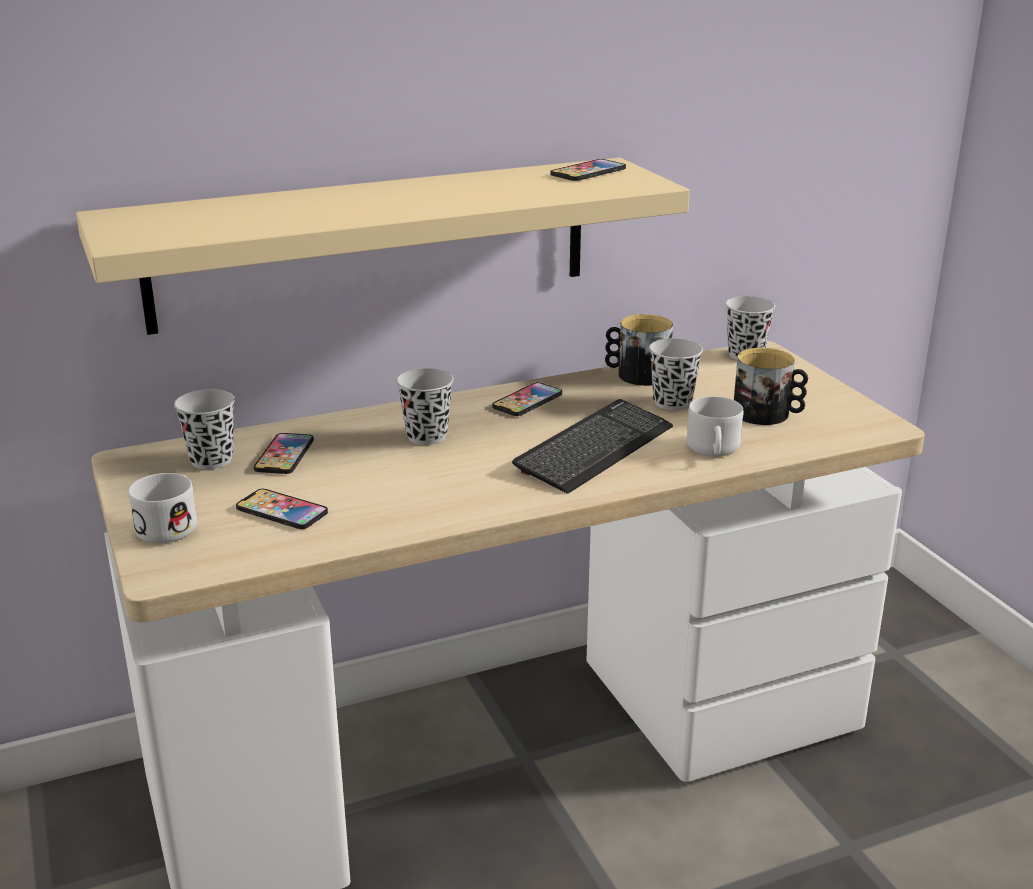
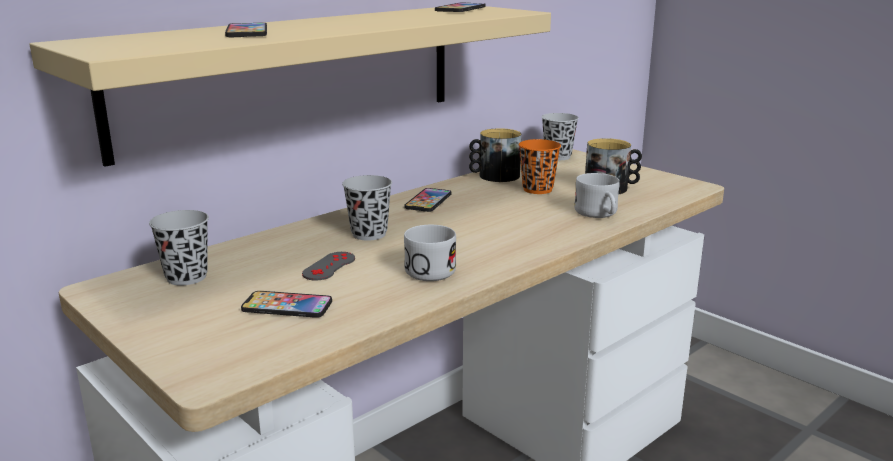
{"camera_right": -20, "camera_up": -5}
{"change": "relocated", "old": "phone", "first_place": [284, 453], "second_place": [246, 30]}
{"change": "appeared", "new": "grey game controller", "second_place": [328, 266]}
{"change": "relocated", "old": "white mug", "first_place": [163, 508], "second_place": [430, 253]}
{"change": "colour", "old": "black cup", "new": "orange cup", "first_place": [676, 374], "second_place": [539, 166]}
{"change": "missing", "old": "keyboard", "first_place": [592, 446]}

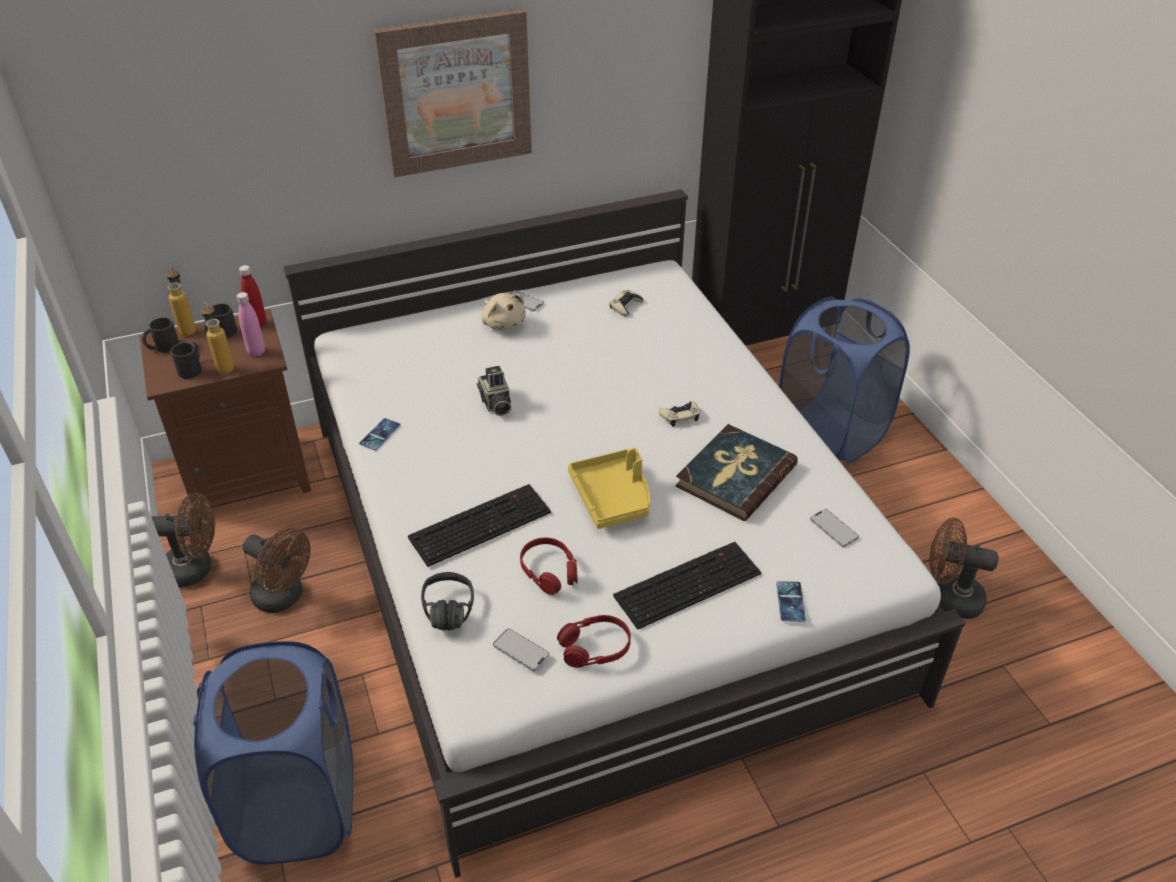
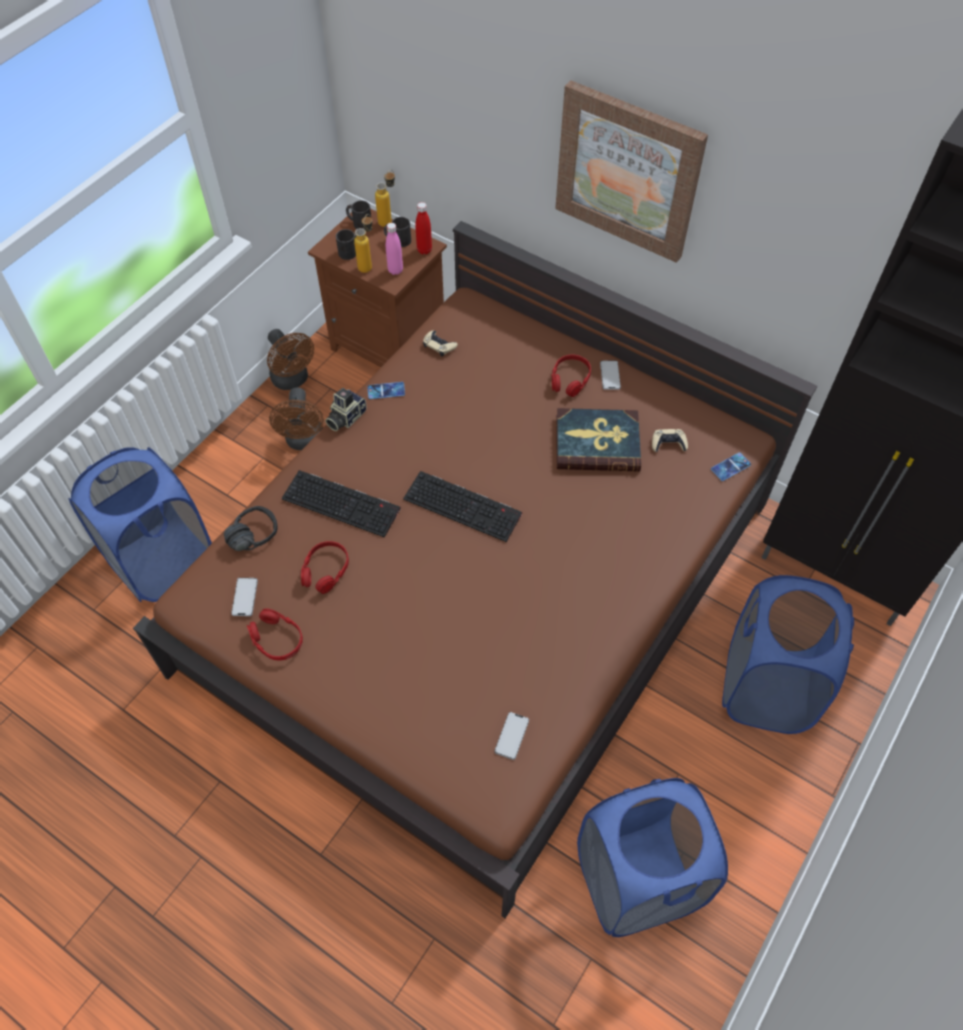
{"camera_right": 55, "camera_up": 15}
{"change": "colour", "old": "white bed", "new": "brown bed", "first_place": [624, 533], "second_place": [475, 569]}
{"change": "relocated", "old": "photo camera", "first_place": [494, 391], "second_place": [346, 409]}
{"change": "relocated", "old": "keyboard", "first_place": [687, 586], "second_place": [462, 506]}
{"change": "relocated", "old": "beige game controller", "first_place": [679, 414], "second_place": [440, 343]}
{"change": "exchanged", "old": "beige plush toy", "new": "red headphones", "first_place": [503, 312], "second_place": [571, 376]}
{"change": "relocated", "old": "book", "first_place": [736, 472], "second_place": [598, 440]}
{"change": "exchanged", "old": "brown fan", "new": "blue laundry basket", "first_place": [964, 568], "second_place": [652, 857]}
{"change": "relocated", "old": "phone", "first_place": [791, 601], "second_place": [731, 466]}
{"change": "missing", "old": "yellow tray", "first_place": [609, 488]}

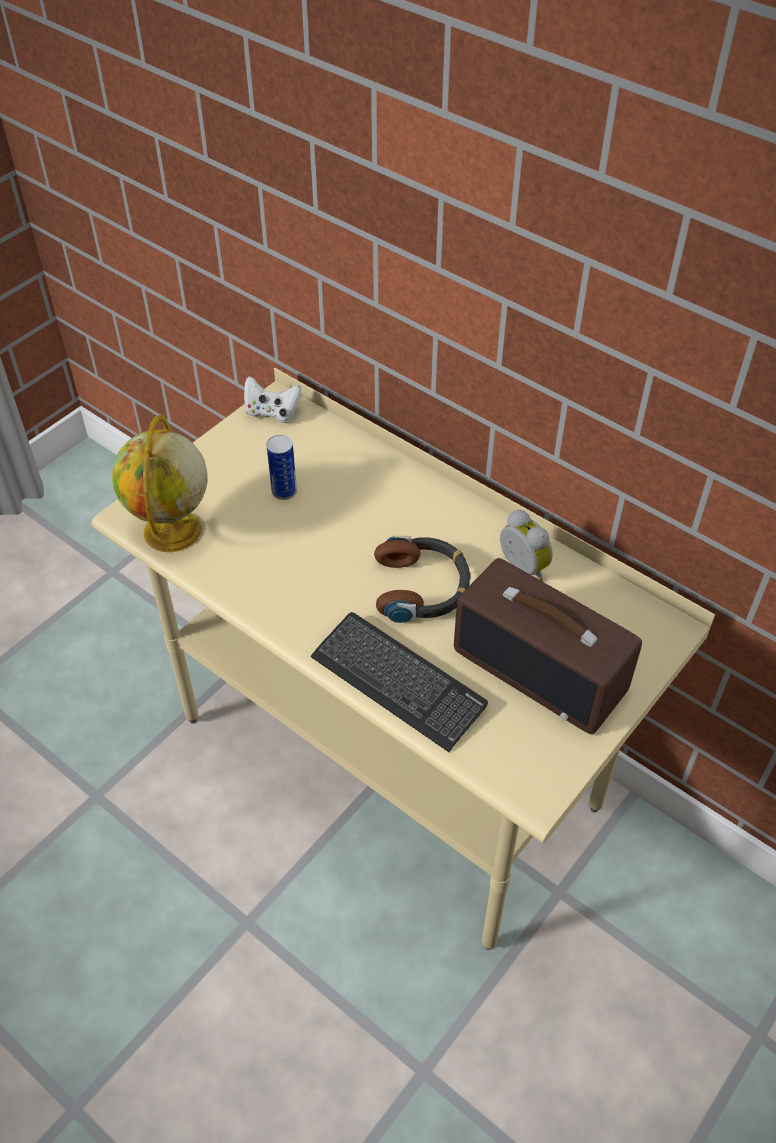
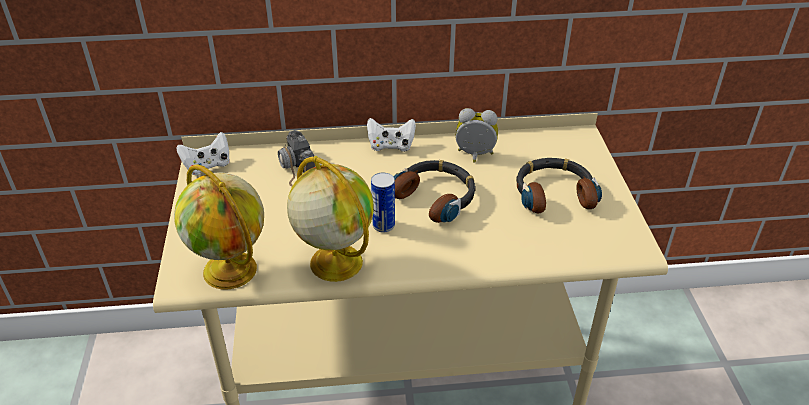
{"camera_right": -45, "camera_up": -10}
{"change": "appeared", "new": "photo camera", "second_place": [296, 158]}
{"change": "appeared", "new": "globe", "second_place": [330, 219]}
{"change": "appeared", "new": "white game controller", "second_place": [391, 135]}
{"change": "relocated", "old": "can", "first_place": [281, 467], "second_place": [383, 203]}
{"change": "exchanged", "old": "radio", "new": "headphones", "first_place": [548, 646], "second_place": [559, 185]}
{"change": "missing", "old": "keyboard", "first_place": [399, 682]}

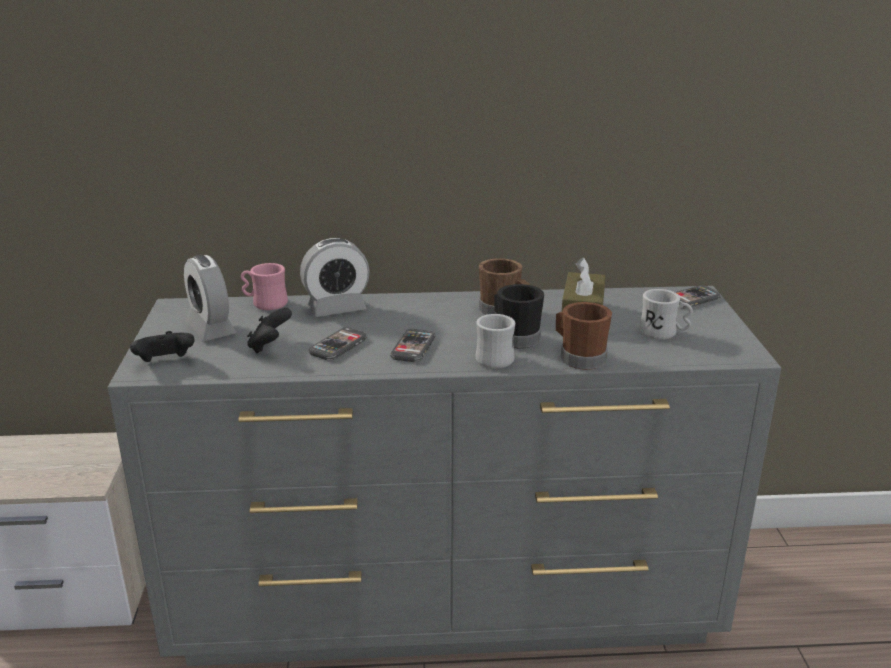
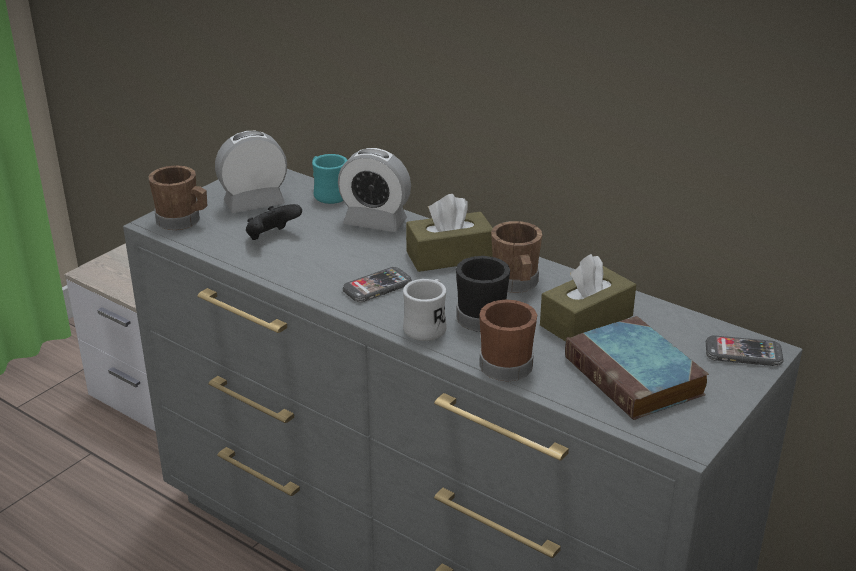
{"camera_right": 40, "camera_up": 5}
{"change": "exchanged", "old": "black game controller", "new": "brown mug", "first_place": [162, 346], "second_place": [178, 198]}
{"change": "spun", "old": "alarm clock", "first_place": [210, 298], "second_place": [251, 172], "degrees": 60}
{"change": "colour", "old": "pink mug", "new": "turquoise mug", "first_place": [264, 286], "second_place": [329, 179]}
{"change": "appeared", "new": "brown tissue box", "second_place": [449, 233]}
{"change": "exchanged", "old": "white mug", "new": "book", "first_place": [666, 314], "second_place": [637, 368]}
{"change": "missing", "old": "phone", "first_place": [338, 343]}

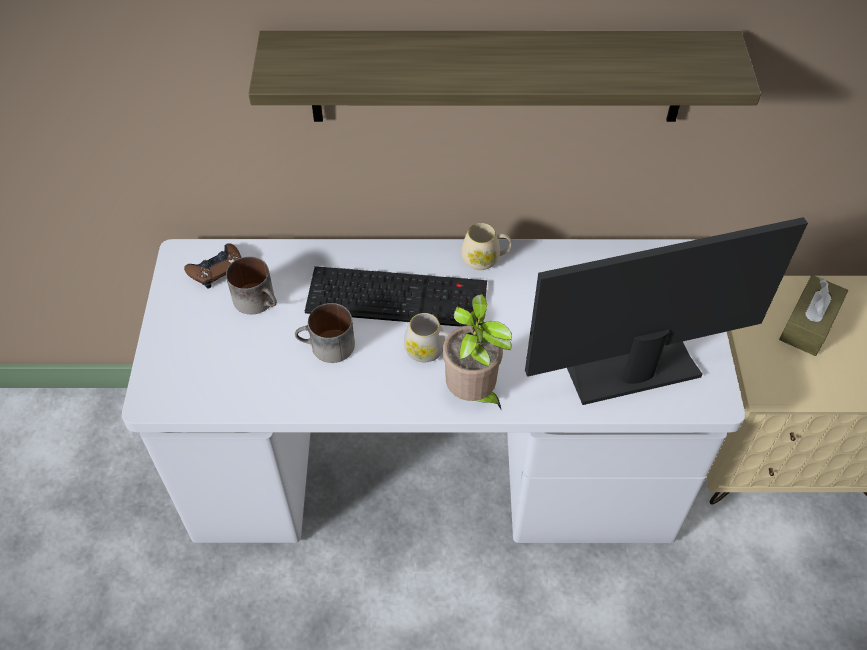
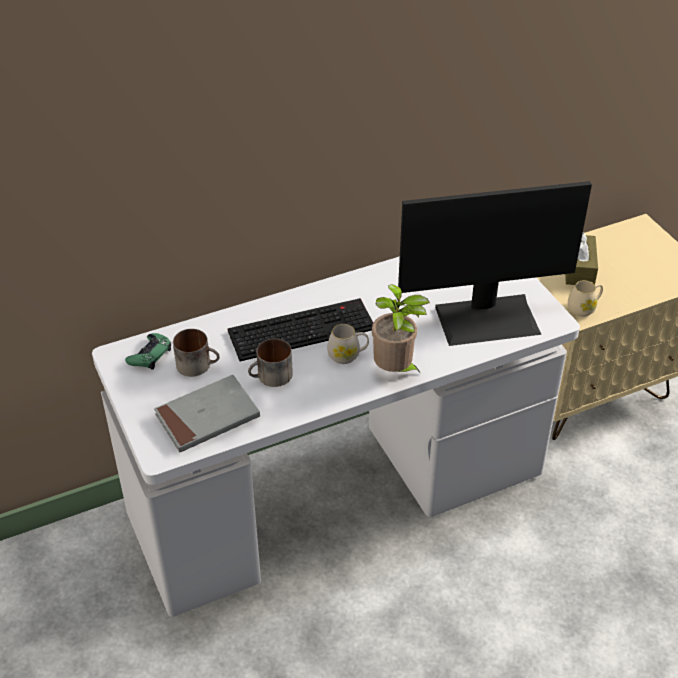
{"camera_right": -25, "camera_up": -10}
{"change": "colour", "old": "brown game controller", "new": "green game controller", "first_place": [212, 266], "second_place": [148, 351]}
{"change": "appeared", "new": "grey book", "second_place": [207, 413]}
{"change": "spun", "old": "monitor", "first_place": [666, 311], "second_place": [495, 263], "degrees": -150}
{"change": "relocated", "old": "beige mug", "first_place": [486, 246], "second_place": [585, 298]}
{"change": "missing", "old": "shelf", "first_place": [504, 76]}

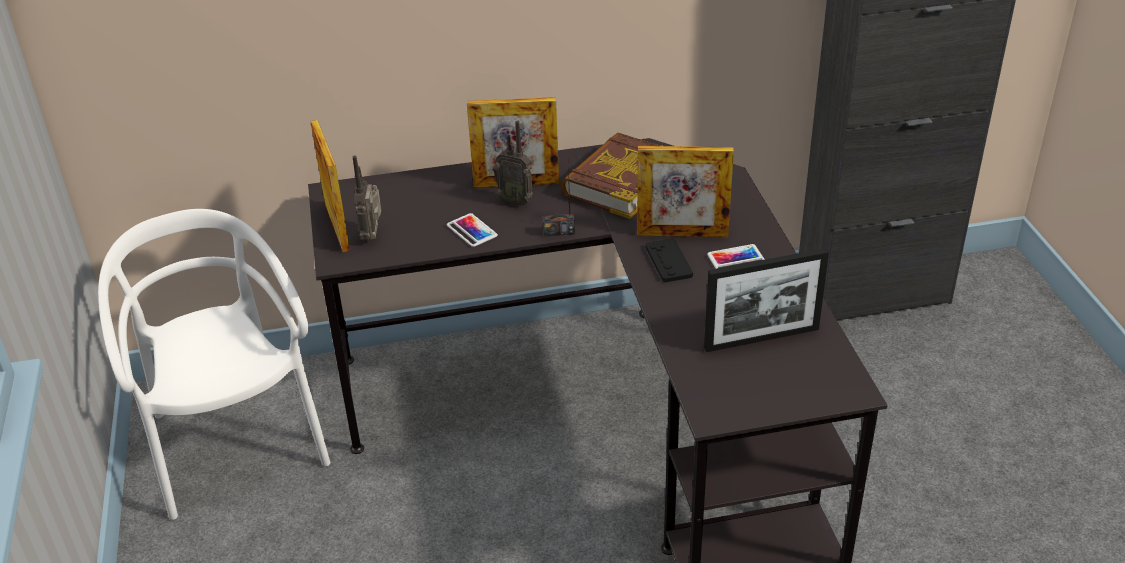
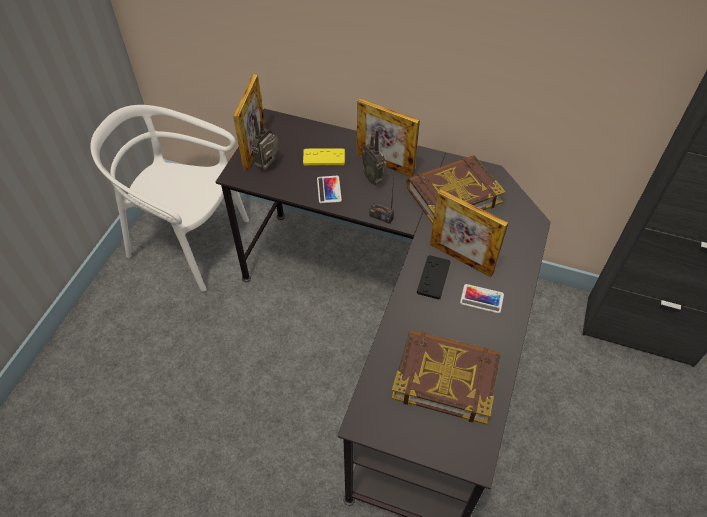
{"camera_right": 30, "camera_up": 15}
{"change": "spun", "old": "white chair", "first_place": [214, 364], "second_place": [169, 198], "degrees": -75}
{"change": "appeared", "new": "yellow game controller", "second_place": [324, 156]}
{"change": "exchanged", "old": "picture frame", "new": "book", "first_place": [766, 300], "second_place": [446, 377]}

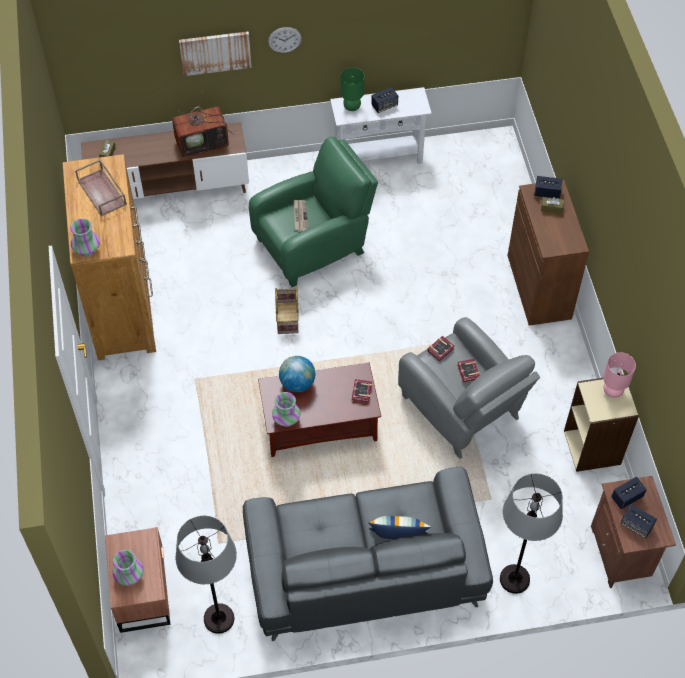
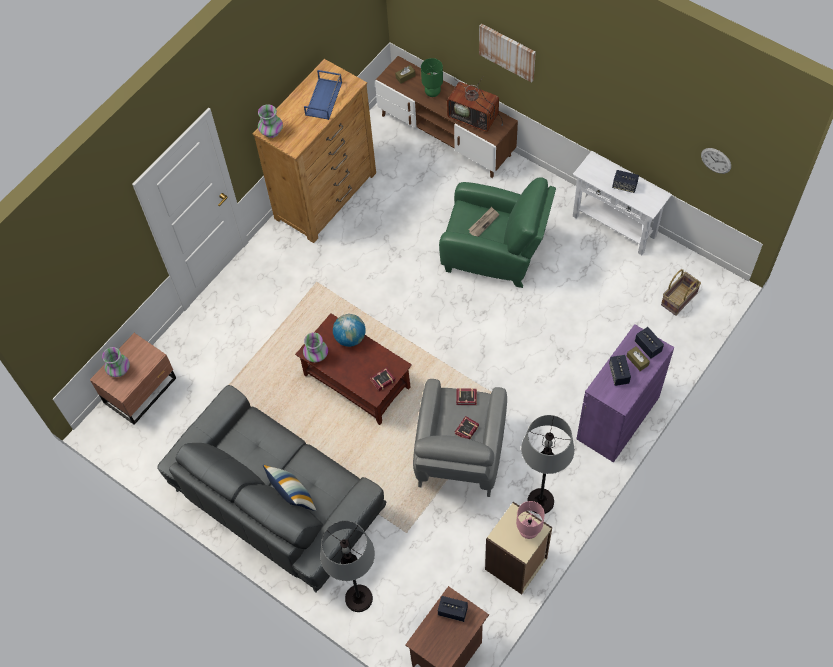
{"camera_right": 50, "camera_up": 5}
{"change": "colour", "old": "brown tray", "new": "blue tray", "first_place": [101, 187], "second_place": [323, 95]}
{"change": "relocated", "old": "green table lamp", "first_place": [352, 89], "second_place": [432, 77]}
{"change": "relocated", "old": "grey floor lamp", "first_place": [206, 575], "second_place": [548, 464]}
{"change": "colour", "old": "brown cabinet", "new": "purple cabinet", "first_place": [548, 253], "second_place": [625, 393]}
{"change": "relocated", "old": "speaker", "first_place": [639, 521], "second_place": [620, 370]}
{"change": "relocated", "old": "basket", "first_place": [287, 310], "second_place": [681, 292]}
{"change": "relocated", "old": "wall clock", "first_place": [285, 40], "second_place": [716, 161]}

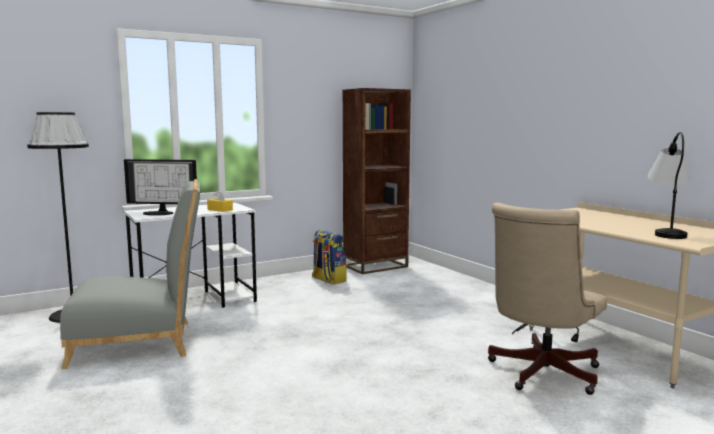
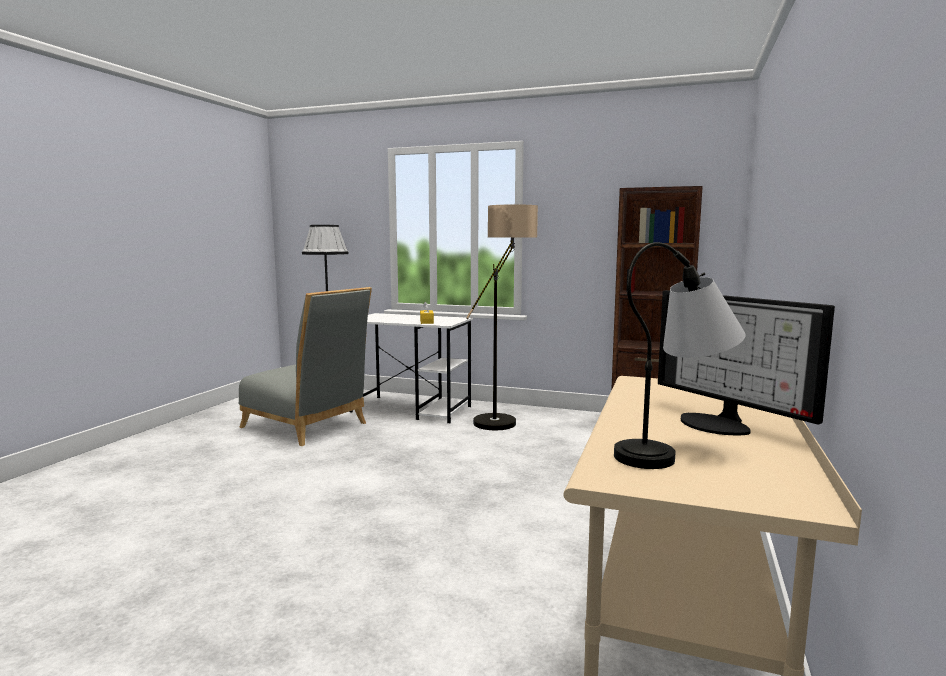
{"camera_right": 50, "camera_up": 0}
{"change": "appeared", "new": "floor lamp", "second_place": [502, 317]}
{"change": "relocated", "old": "monitor", "first_place": [160, 187], "second_place": [746, 362]}
{"change": "missing", "old": "backpack", "first_place": [329, 257]}
{"change": "missing", "old": "beige office chair", "first_place": [547, 299]}

